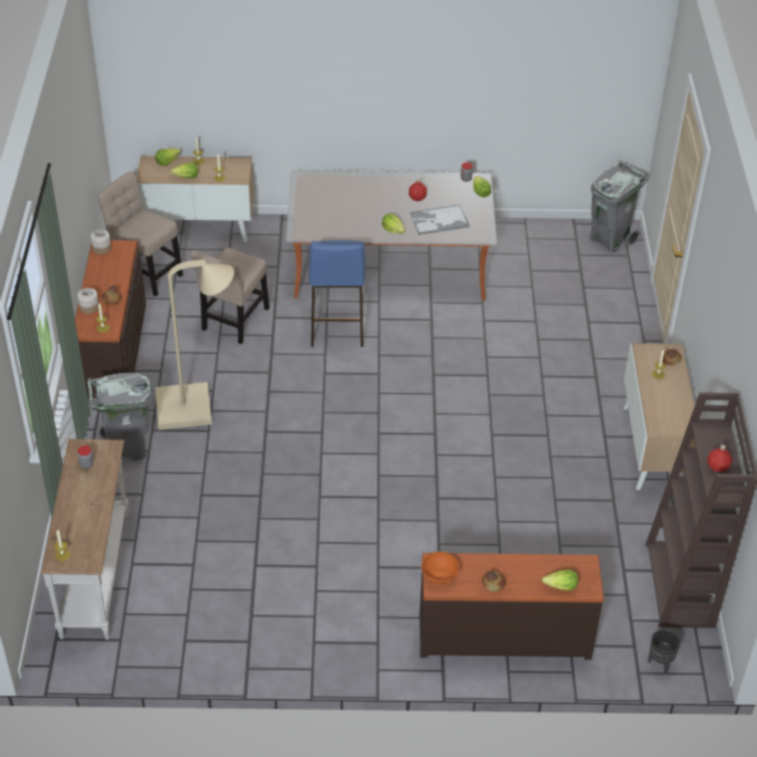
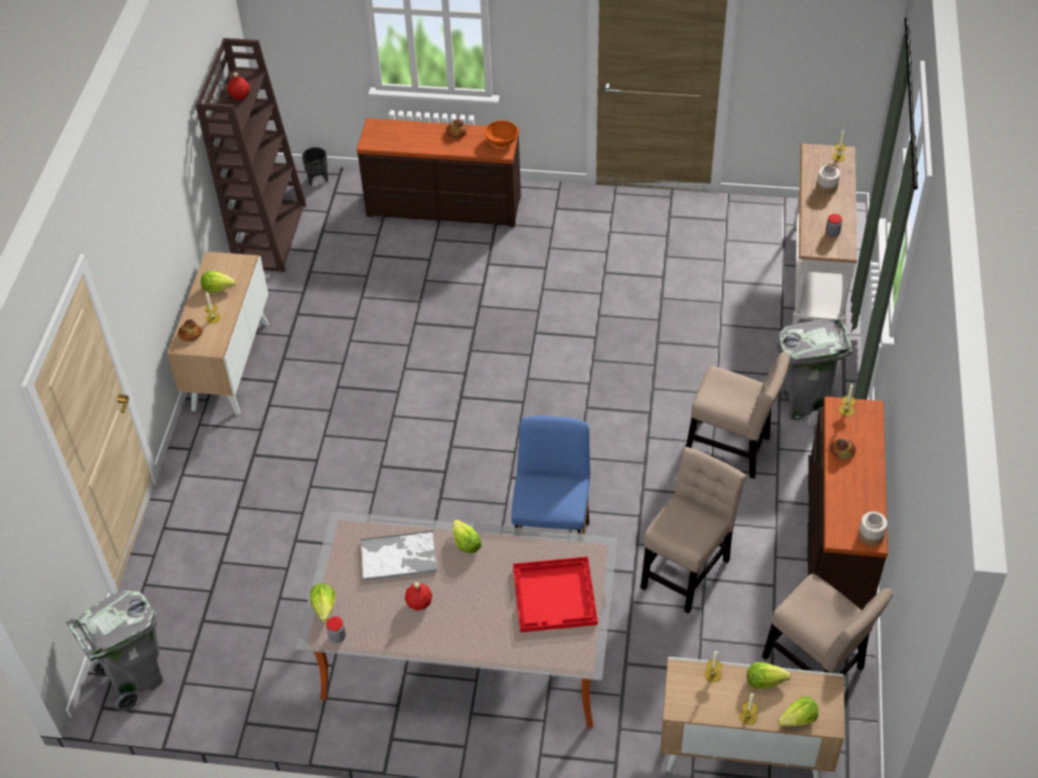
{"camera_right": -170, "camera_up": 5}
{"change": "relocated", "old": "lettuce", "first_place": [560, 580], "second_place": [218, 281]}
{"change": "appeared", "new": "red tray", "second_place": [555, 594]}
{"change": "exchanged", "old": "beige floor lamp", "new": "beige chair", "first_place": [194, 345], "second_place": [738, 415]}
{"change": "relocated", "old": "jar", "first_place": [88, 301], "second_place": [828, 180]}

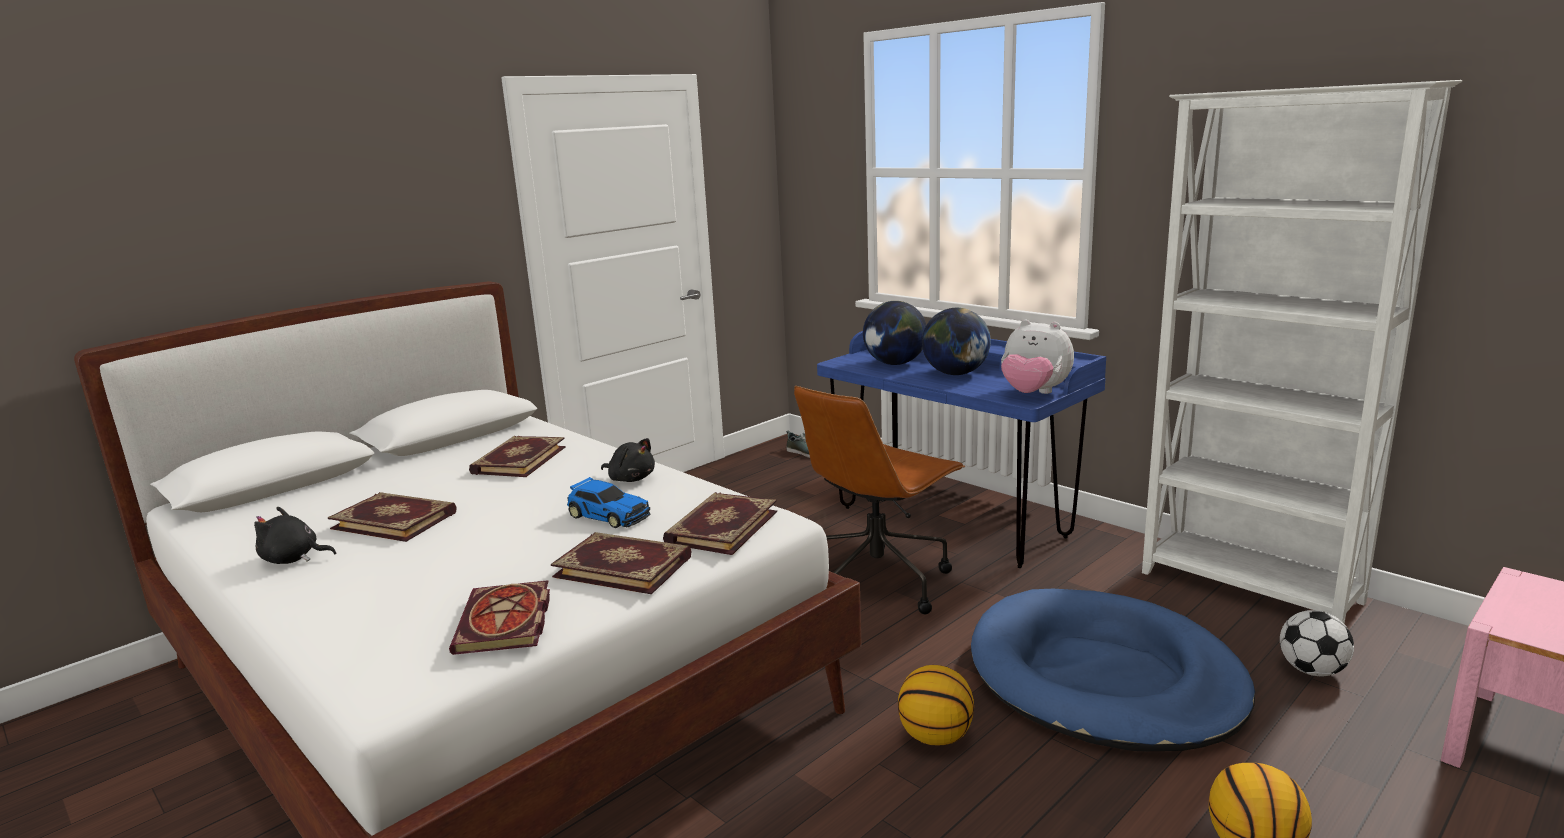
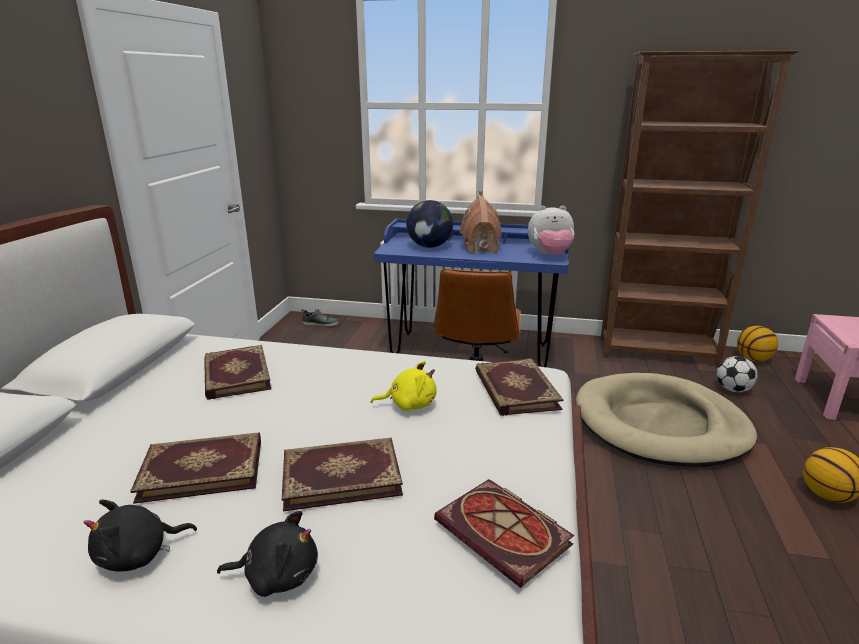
{"camera_right": -35, "camera_up": 5}
{"change": "relocated", "old": "black plush toy", "first_place": [628, 460], "second_place": [267, 554]}
{"change": "relocated", "old": "book", "first_place": [621, 563], "second_place": [342, 474]}
{"change": "exchanged", "old": "toy car", "new": "yellow plush toy", "first_place": [609, 502], "second_place": [404, 386]}
{"change": "exchanged", "old": "globe", "new": "toy house", "first_place": [956, 341], "second_place": [481, 222]}
{"change": "colour", "old": "blue dog bed", "new": "beige dog bed", "first_place": [1113, 670], "second_place": [666, 420]}
{"change": "colour", "old": "white bookcase", "new": "brown bookcase", "first_place": [1302, 352], "second_place": [700, 208]}
{"change": "relocated", "old": "basketball", "first_place": [936, 705], "second_place": [757, 343]}

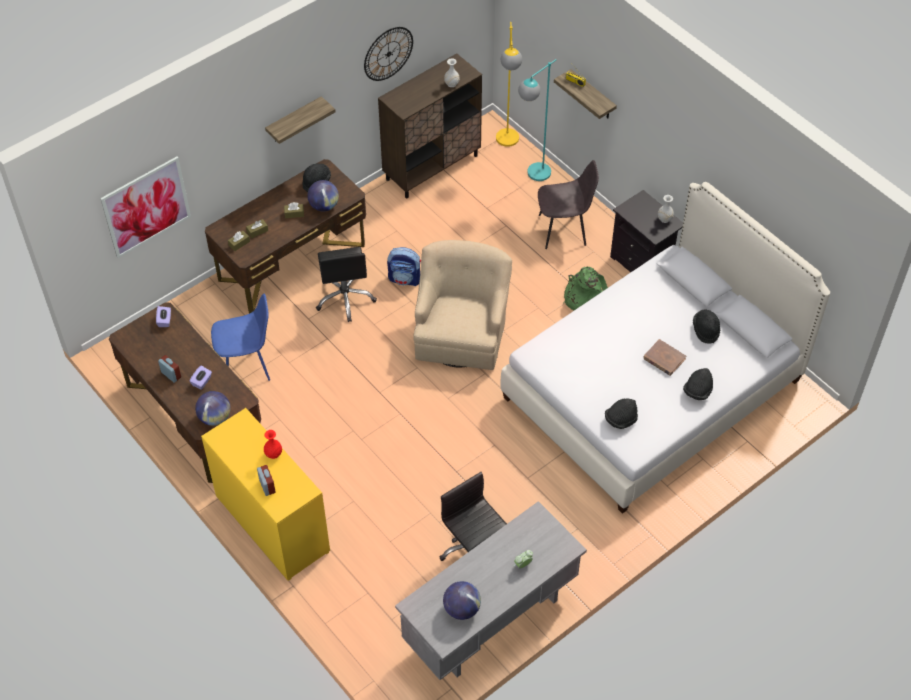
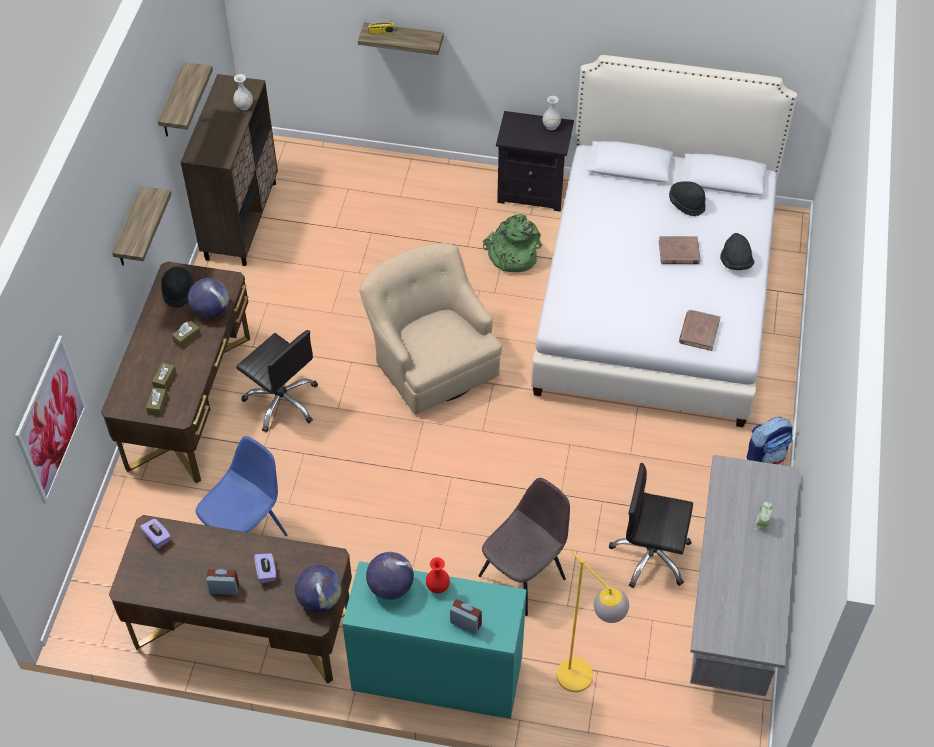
{"camera_right": -40, "camera_up": 0}
{"change": "exchanged", "old": "wall clock", "new": "shelf", "first_place": [388, 54], "second_place": [185, 99]}
{"change": "colour", "old": "yellow dresser", "new": "turquoise dresser", "first_place": [265, 494], "second_place": [434, 640]}
{"change": "relocated", "old": "globe", "first_place": [462, 600], "second_place": [390, 576]}
{"change": "relocated", "old": "grey chair", "first_place": [568, 204], "second_place": [524, 547]}
{"change": "relocated", "old": "yellow floor lamp", "first_place": [509, 84], "second_place": [593, 621]}
{"change": "exchanged", "old": "black hat", "new": "brown book", "first_place": [621, 413], "second_place": [700, 330]}
{"change": "relocated", "old": "backpack", "first_place": [404, 266], "second_place": [769, 441]}
{"change": "missing", "old": "turquoise floor lamp", "first_place": [537, 120]}

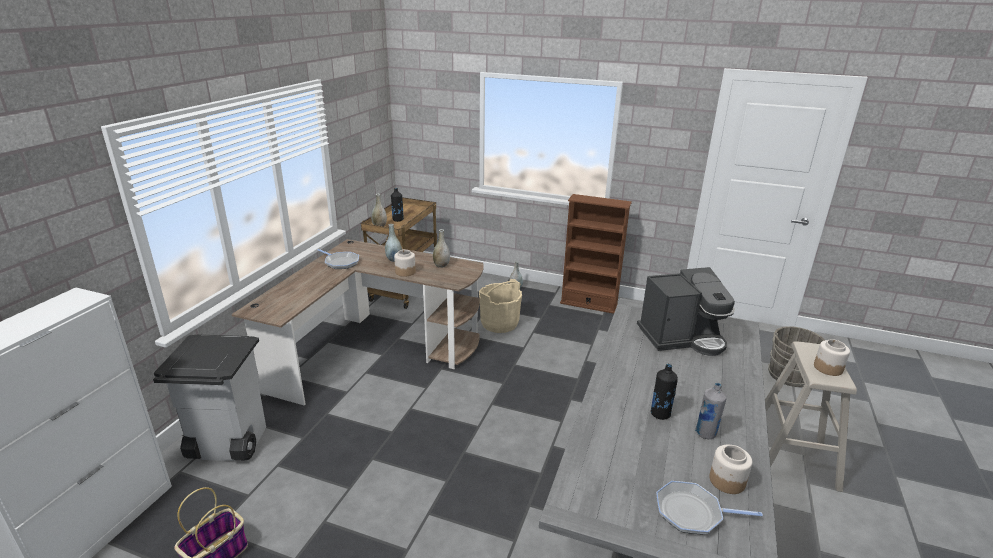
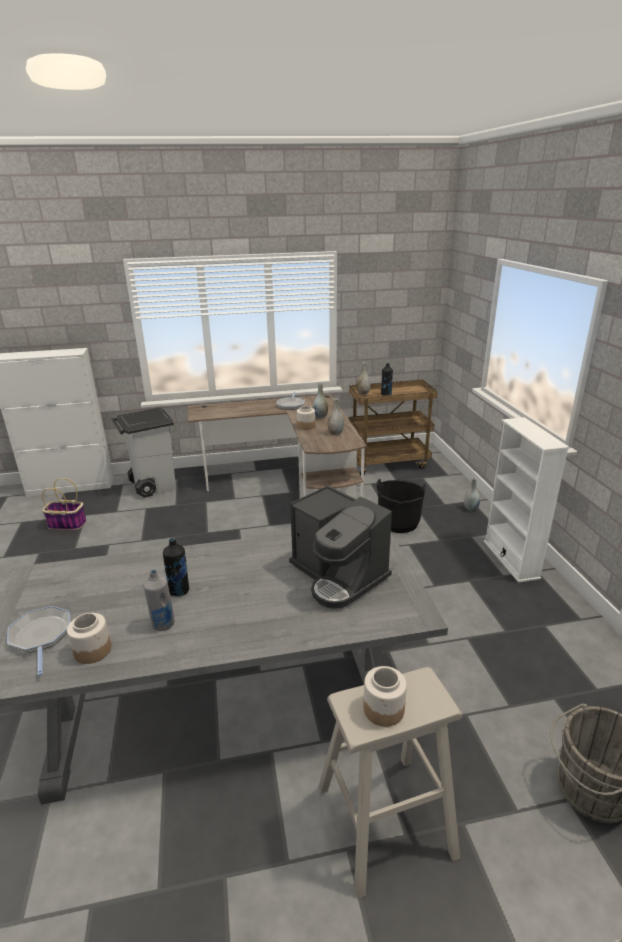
{"camera_right": 60, "camera_up": 0}
{"change": "colour", "old": "beige bucket", "new": "black bucket", "first_place": [500, 306], "second_place": [401, 506]}
{"change": "colour", "old": "brown bookcase", "new": "white bookcase", "first_place": [596, 254], "second_place": [526, 500]}

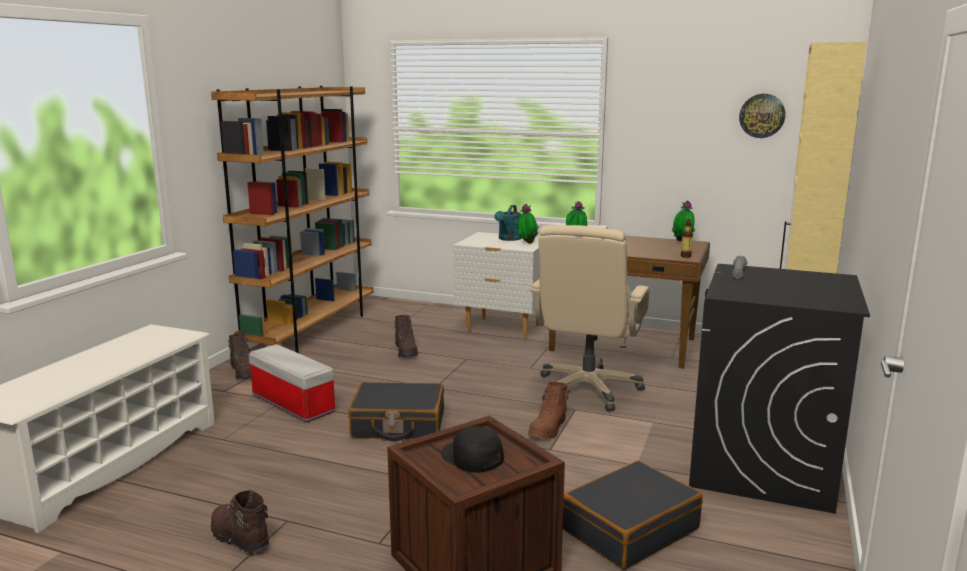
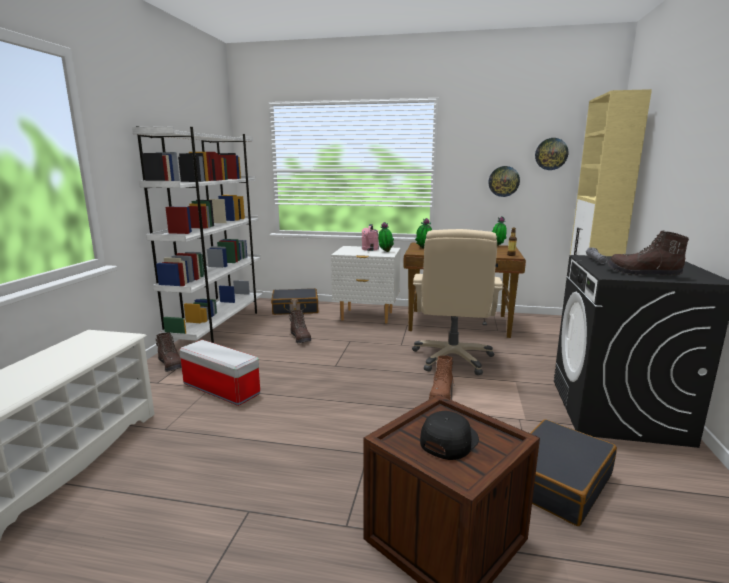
{"camera_right": -10, "camera_up": 0}
{"change": "colour", "old": "brown bookcase", "new": "white bookcase", "first_place": [292, 219], "second_place": [197, 234]}
{"change": "relocated", "old": "black suitcase", "first_place": [396, 411], "second_place": [294, 301]}
{"change": "colour", "old": "turquoise watering can", "new": "pink watering can", "first_place": [508, 223], "second_place": [370, 237]}
{"change": "spun", "old": "black cap", "first_place": [472, 449], "second_place": [449, 435], "degrees": 90}
{"change": "appeared", "new": "wall clock", "second_place": [504, 181]}
{"change": "relocated", "old": "brown boot", "first_place": [240, 521], "second_place": [648, 253]}

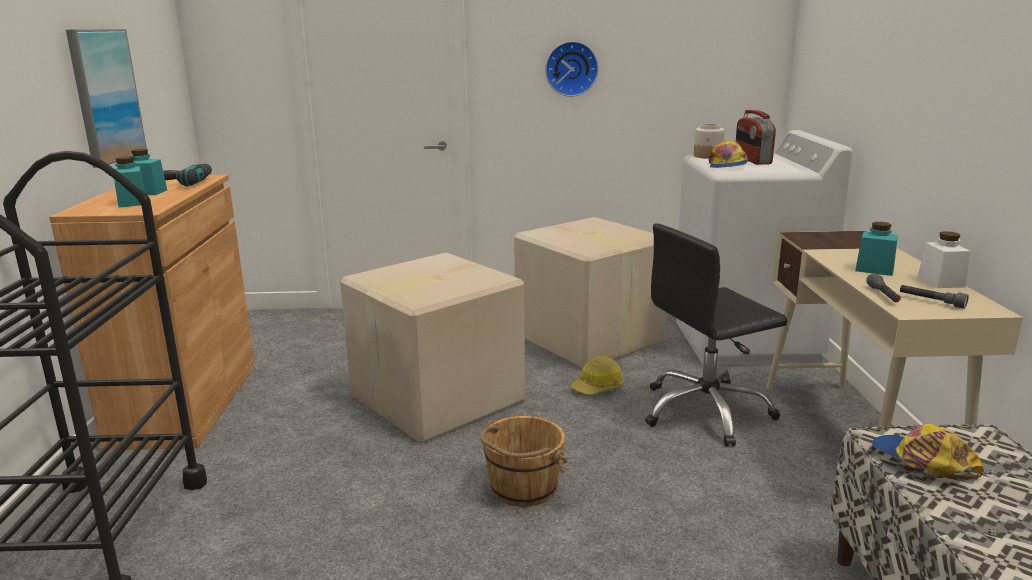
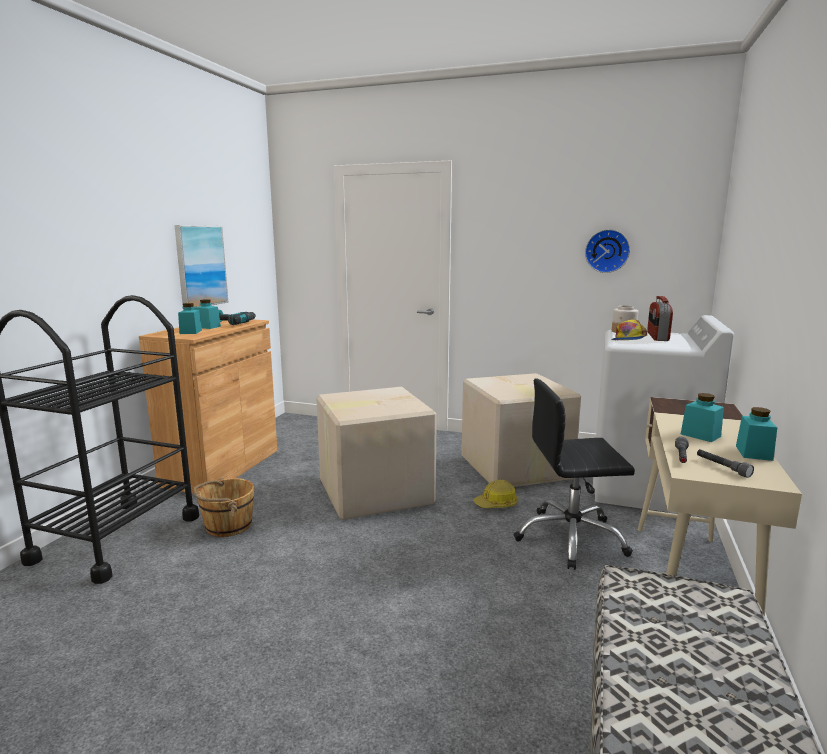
{"camera_right": 20, "camera_up": -5}
{"change": "relocated", "old": "brown bucket", "first_place": [524, 461], "second_place": [223, 507]}
{"change": "relocated", "old": "wall clock", "first_place": [571, 69], "second_place": [607, 251]}
{"change": "colour", "old": "white jar", "new": "turquoise jar", "first_place": [944, 259], "second_place": [756, 434]}
{"change": "missing", "old": "cap", "first_place": [928, 451]}

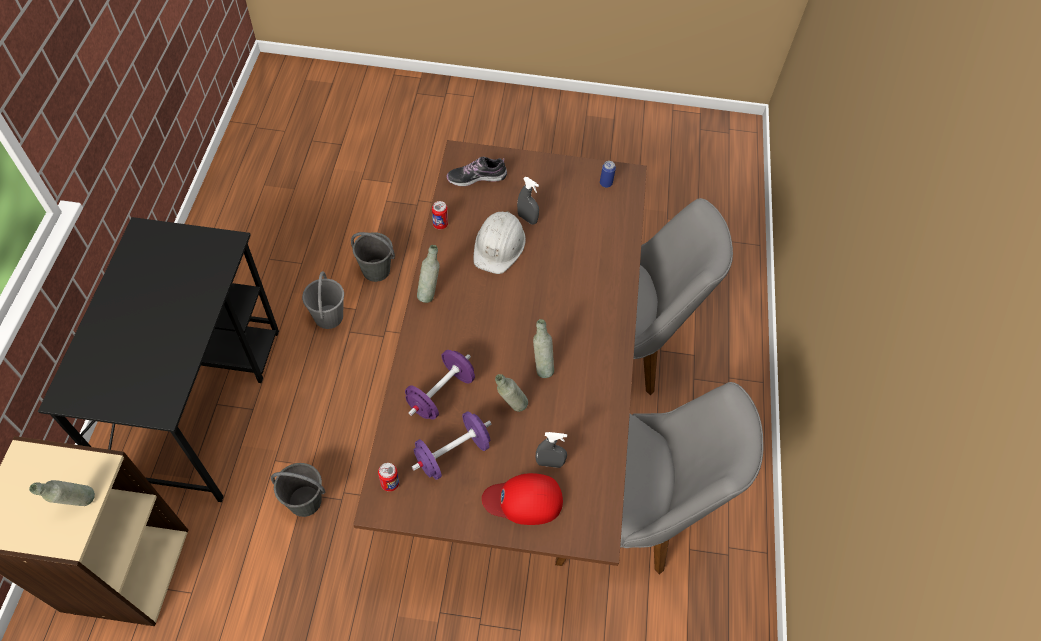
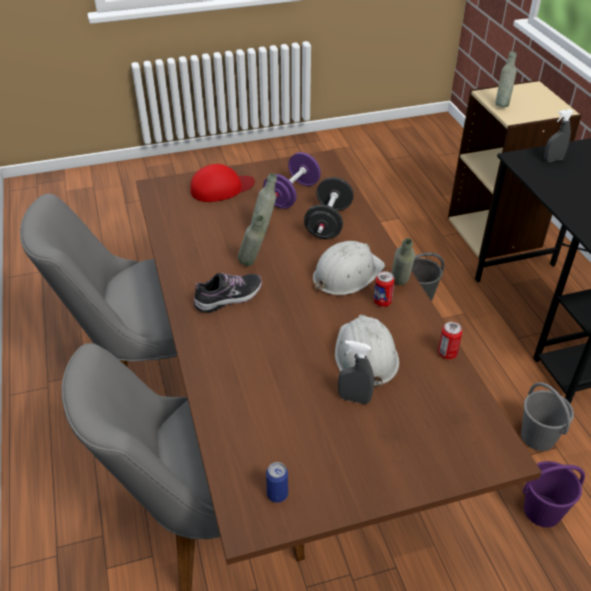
{"camera_right": 160, "camera_up": -15}
{"change": "relocated", "old": "shoe", "first_place": [477, 171], "second_place": [228, 293]}
{"change": "colour", "old": "purple dumbbell", "new": "black dumbbell", "first_place": [440, 385], "second_place": [329, 208]}
{"change": "appeared", "new": "white hard hat", "second_place": [349, 268]}
{"change": "relocated", "old": "can", "first_place": [388, 477], "second_place": [384, 289]}
{"change": "colour", "old": "grey bucket", "new": "purple bucket", "first_place": [373, 257], "second_place": [554, 494]}
{"change": "relocated", "old": "grey spray bottle", "first_place": [551, 450], "second_place": [559, 135]}

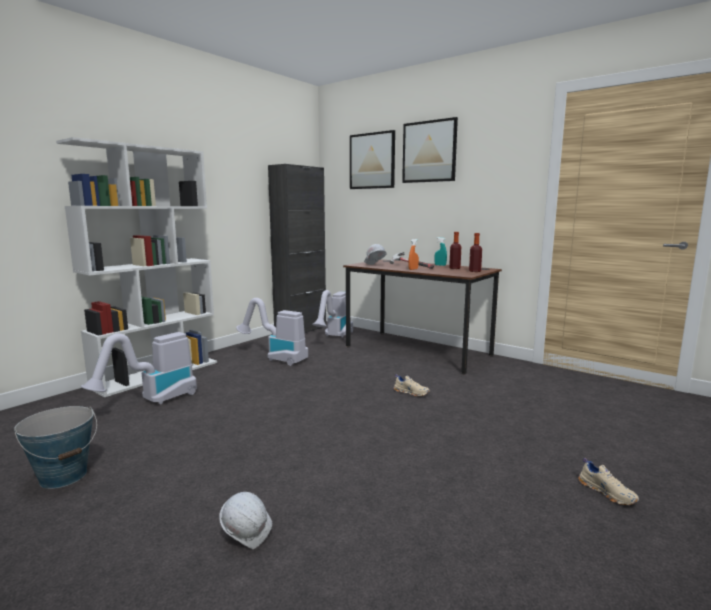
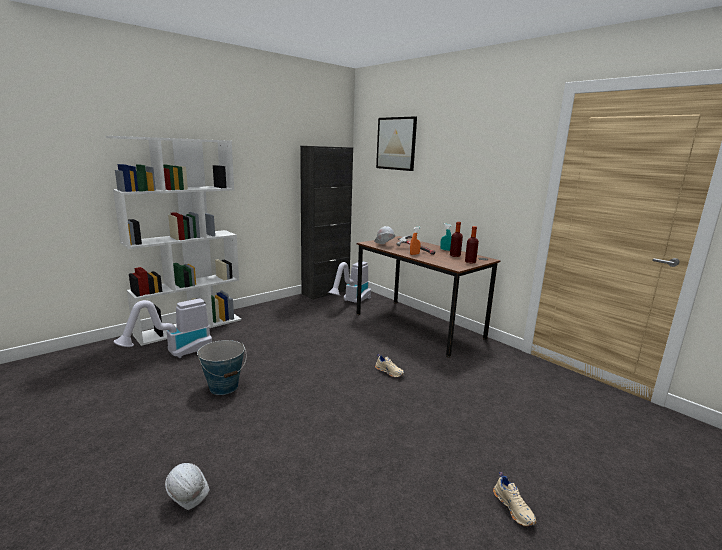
{"camera_right": 10, "camera_up": 5}
{"change": "relocated", "old": "bucket", "first_place": [55, 447], "second_place": [222, 367]}
{"change": "missing", "old": "vacuum cleaner", "first_place": [272, 332]}
{"change": "missing", "old": "picture", "first_place": [430, 150]}

